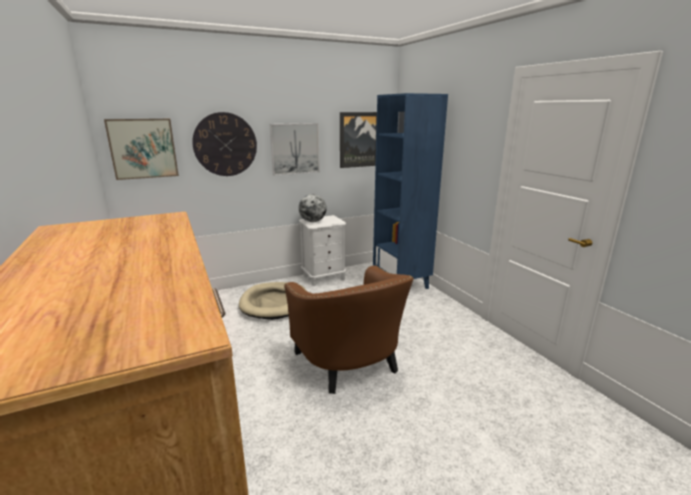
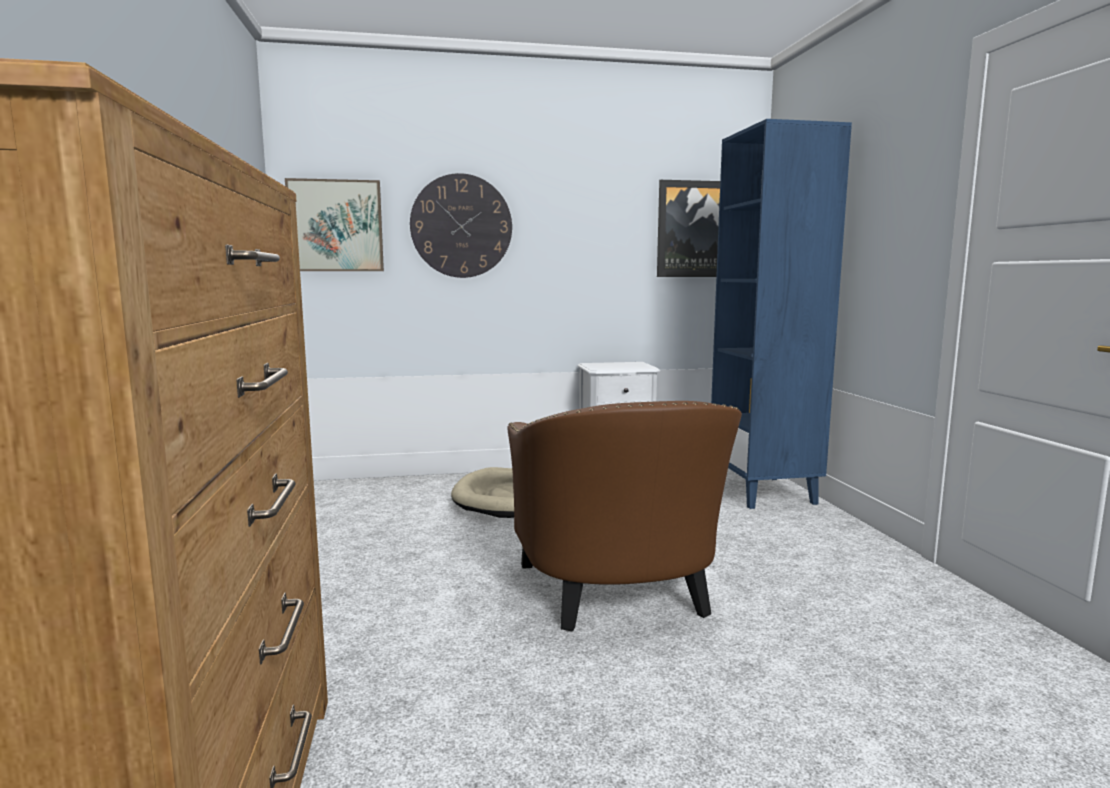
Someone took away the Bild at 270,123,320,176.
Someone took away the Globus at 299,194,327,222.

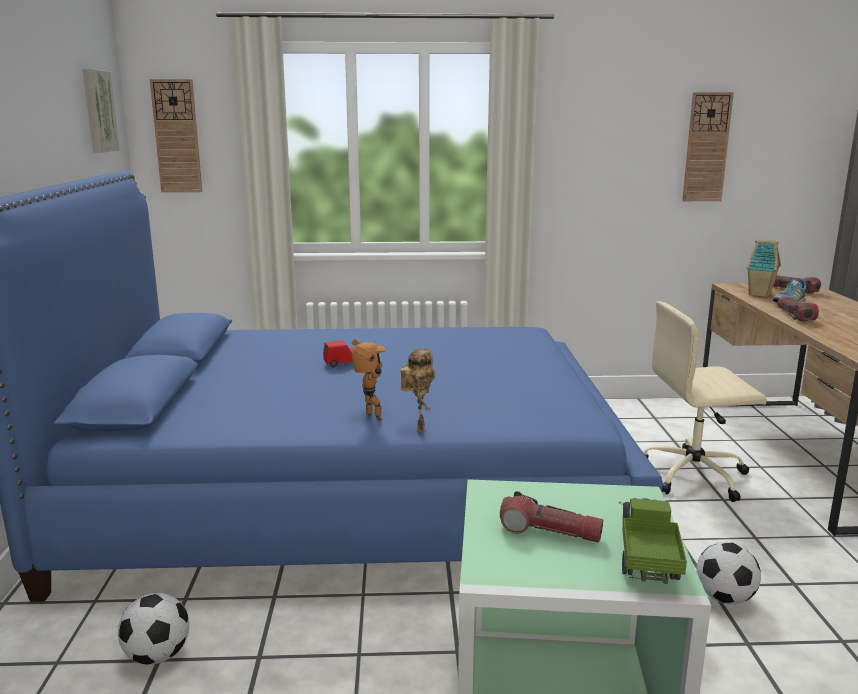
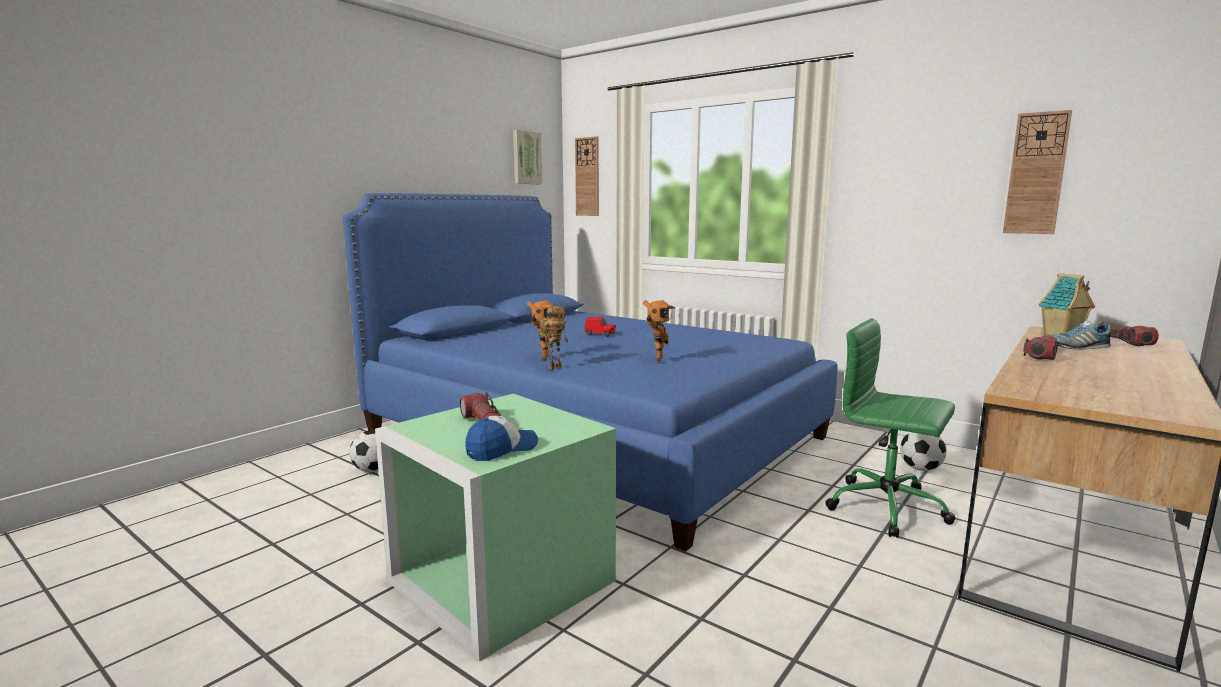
Someone repainted the Bürostuhl (beige) at 643,301,767,502, which became the Bürostuhl (grün) at 825,318,956,538.
Someone swapped the Spielzeuglaster at 619,498,687,584 for the Kappe at 465,416,538,461.
Someone carried the Fußball from 697,542,761,604 to 900,432,947,471.
Someone put down the Spielzeugroboter at 643,300,675,362.

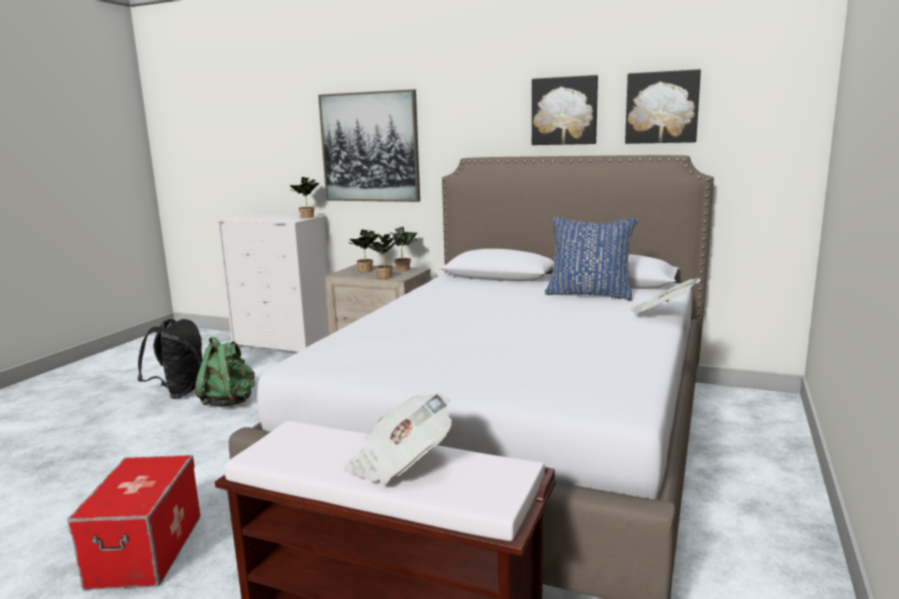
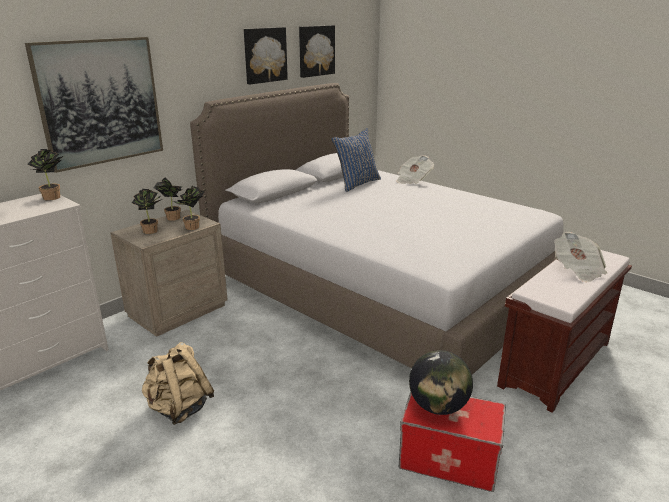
Someone took away the Rucksack (schwarz) at 138,319,206,399.
Someone repainted the Rucksack (grün) at 195,337,255,407, which became the Rucksack (beige) at 142,342,214,425.
Someone put down the Globus at 409,350,473,415.

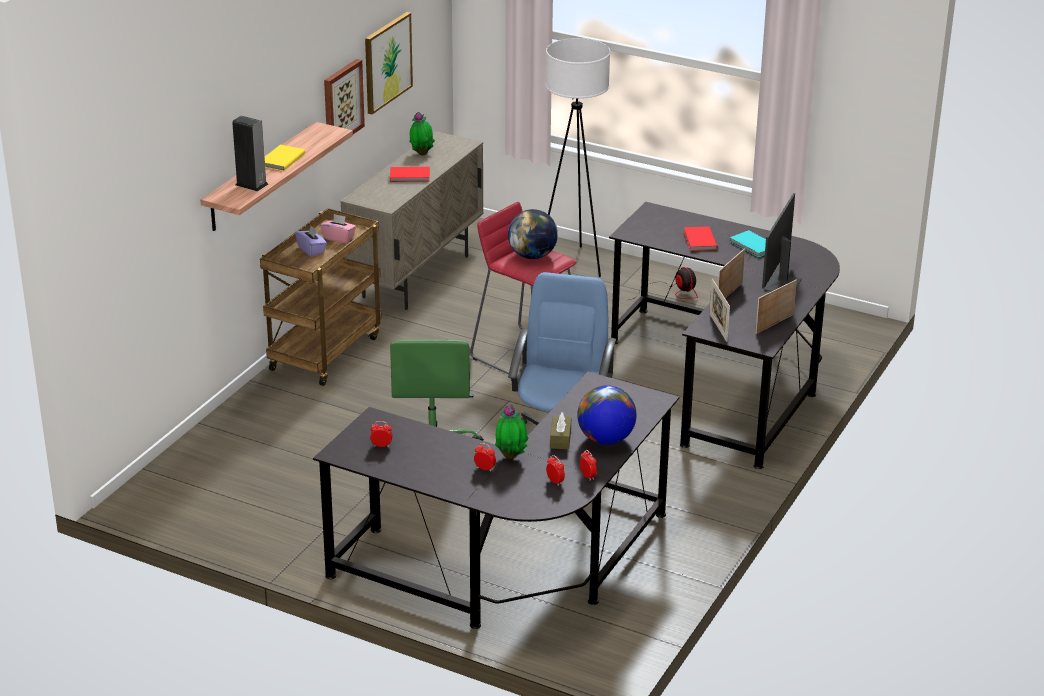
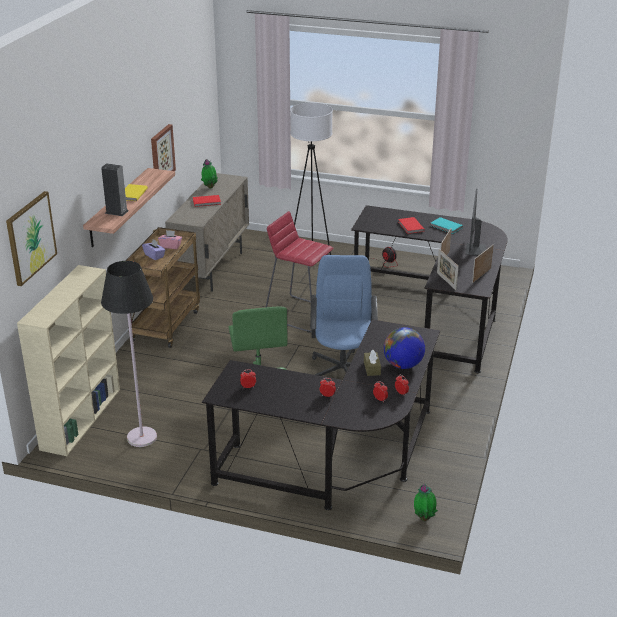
Someone carried the Bild from 365,12,413,114 to 6,191,57,286.
Someone took away the Globus at 508,209,558,259.
Someone carried the Topfpflanze from 495,405,529,459 to 414,484,438,521.
Someone put down the Stehlampe (schwarz) at 101,261,157,447.
Someone put down the Bücherregal (beige) at 17,265,120,456.

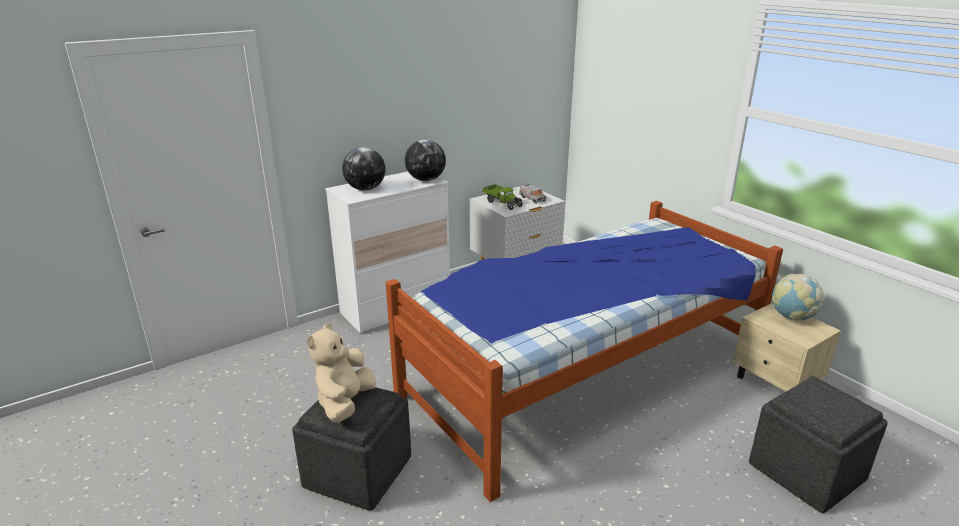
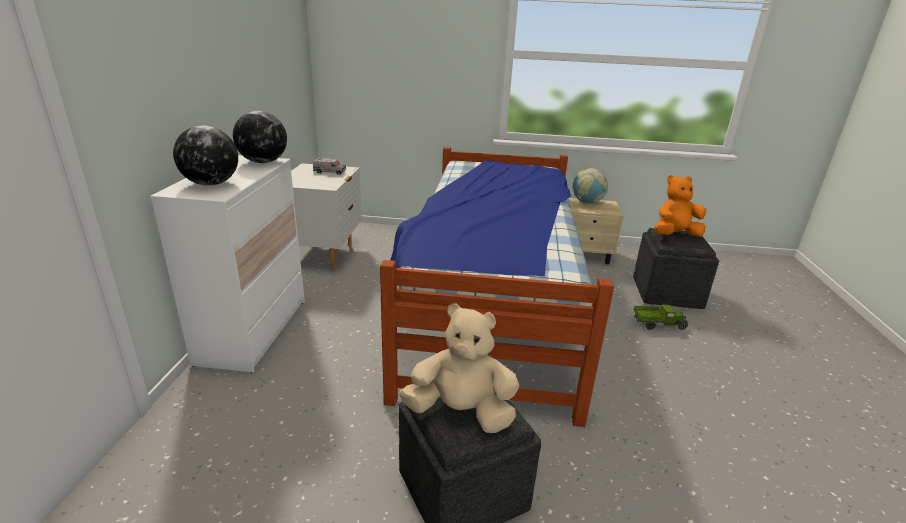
Someone carried the Spielzeuglaster from 483,184,523,210 to 634,304,689,330.
Someone rotated the Plüschtier (beige) at 307,323,376,422 by 135 degrees clockwise.
Someone put down the Plüschtier (orange) at 654,175,707,237.

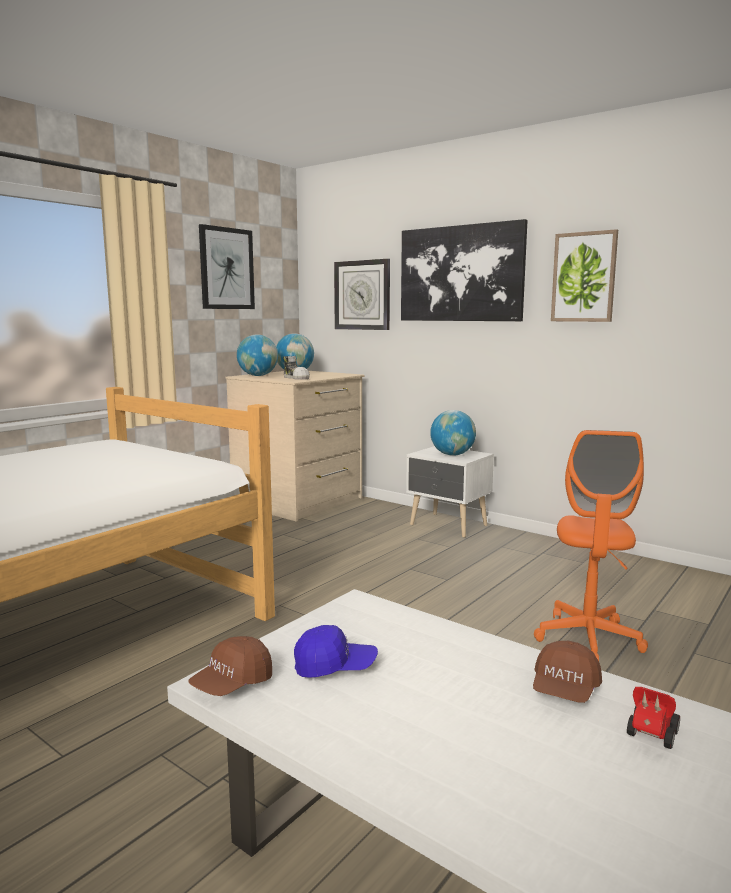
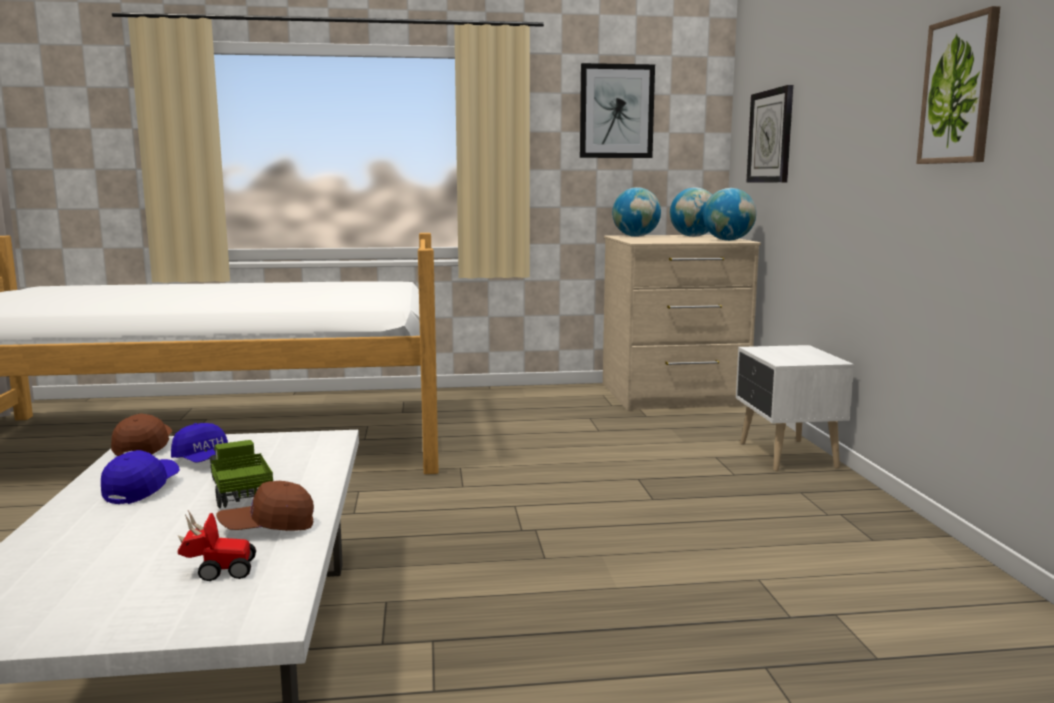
Someone took away the Bild at 401,219,528,321.
Someone took away the Schuh at 283,356,310,380.
Someone carried the Globus from 430,410,476,456 to 703,188,756,241.
Someone took away the Bürostuhl (orange) at 534,430,648,661.
Someone rotated the Kappe (braun) at 188,636,272,696 by 90 degrees clockwise.
Someone put down the Spielzeuglaster at 204,440,273,509.
Someone put down the Kappe (blau) at 101,450,180,504.

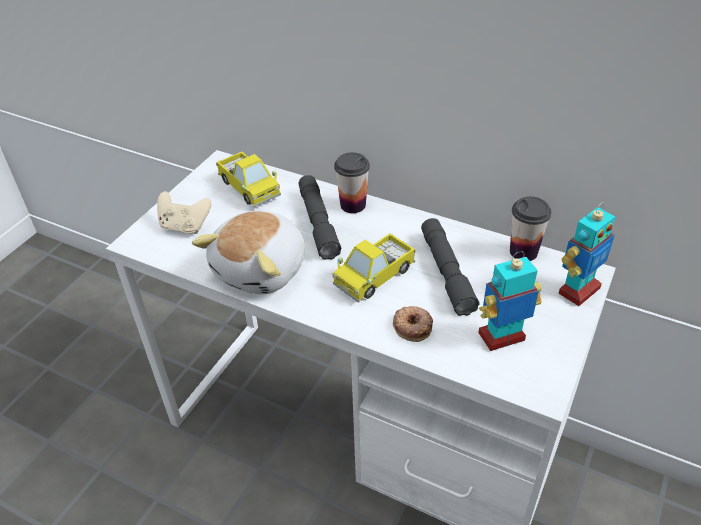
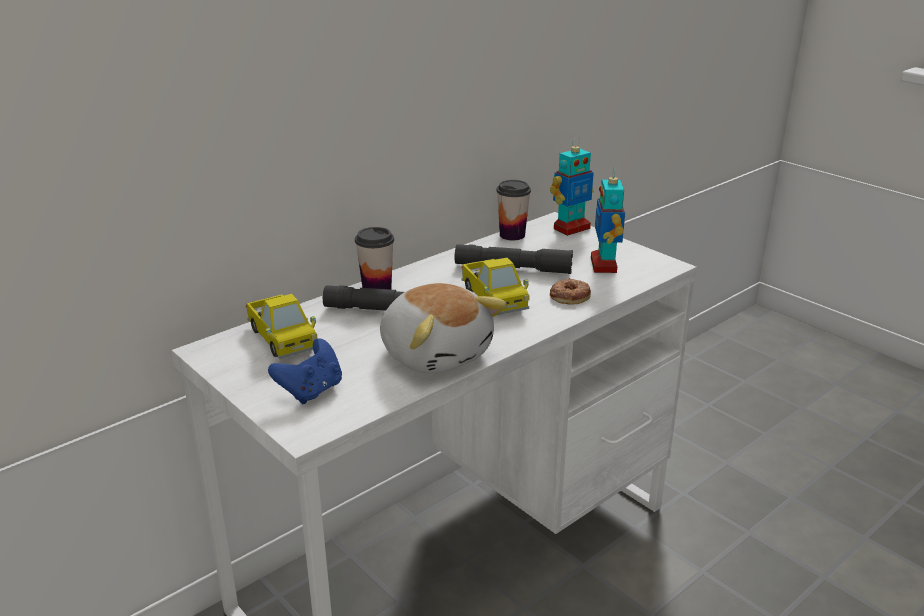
Someone rotated the Spielzeuglaster at 216,152,281,207 by 75 degrees clockwise.
Someone repainted the Gamepad (beige) at 157,191,211,234, which became the Gamepad (blau) at 268,338,342,404.
Someone rotated the Spielzeugroboter at 559,202,615,306 by 75 degrees clockwise.

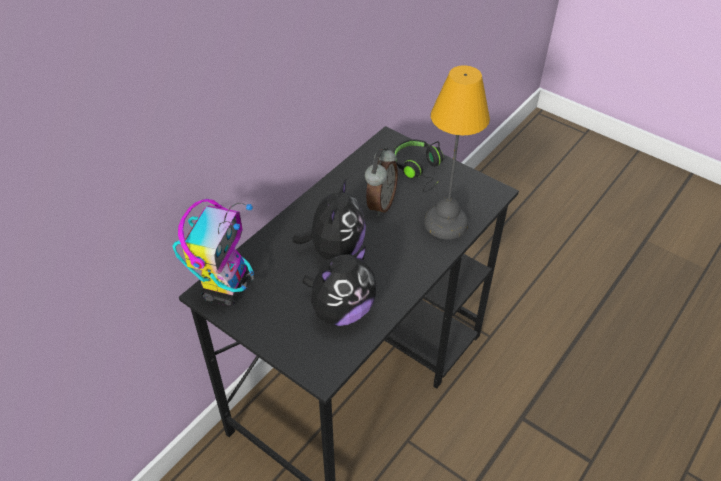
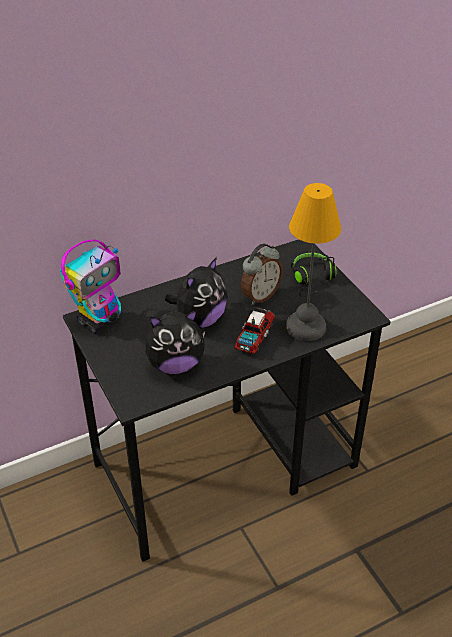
Someone put down the Spielzeuglaster at 235,307,275,354.

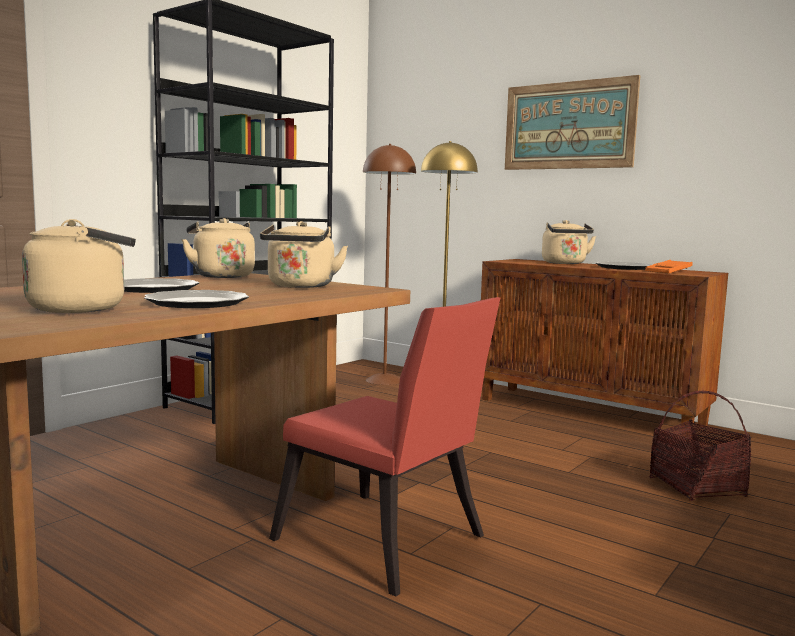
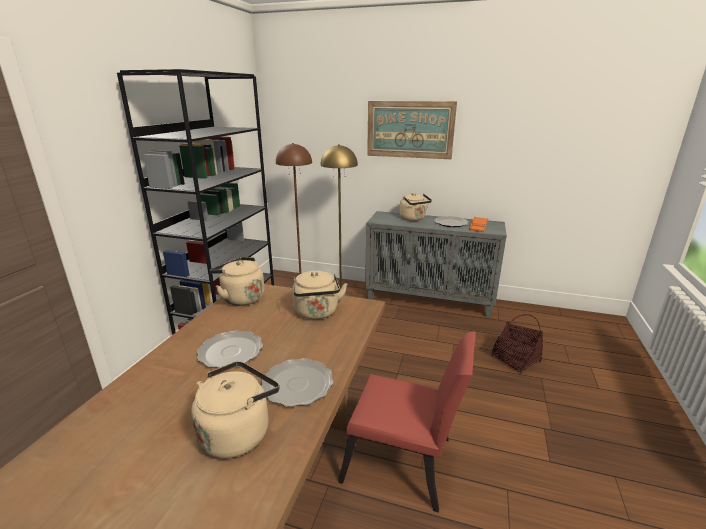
Someone repainted the Schrank (braun) at 481,259,728,440, which became the Schrank (grau) at 365,211,507,318.

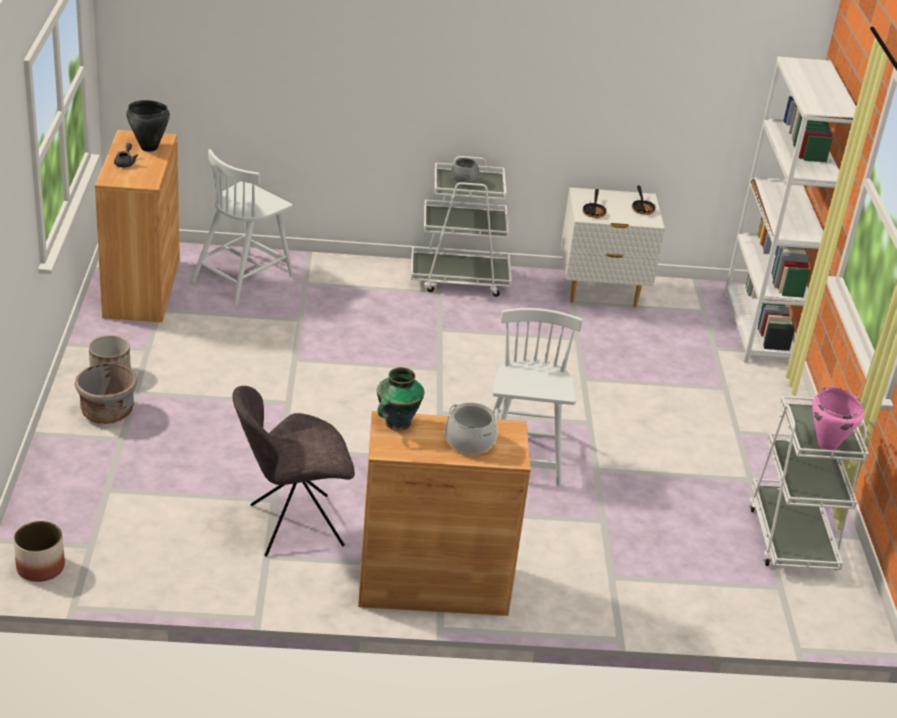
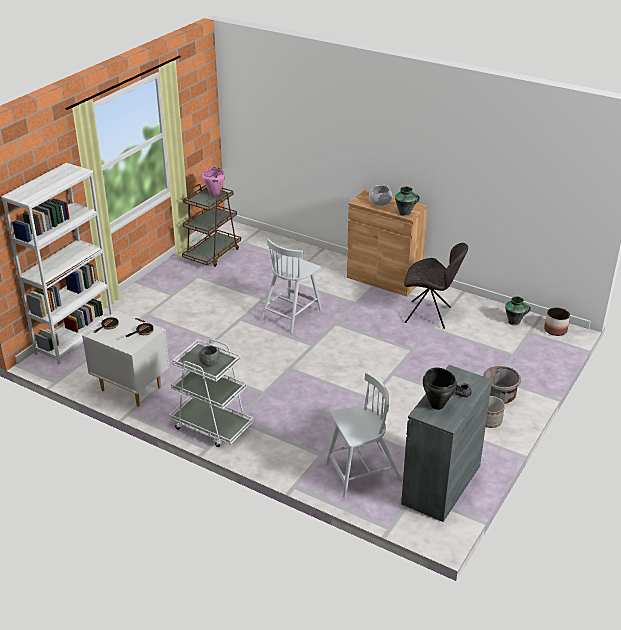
Someone repainted the Schrank (braun) at 95,130,180,322, which became the Schrank (grau) at 401,365,492,522.
Someone repainted the Rollwagen (weiß) at 749,396,869,570, which became the Rollwagen (braun) at 182,184,241,267.
Someone put down the Vase at 505,296,531,326.

